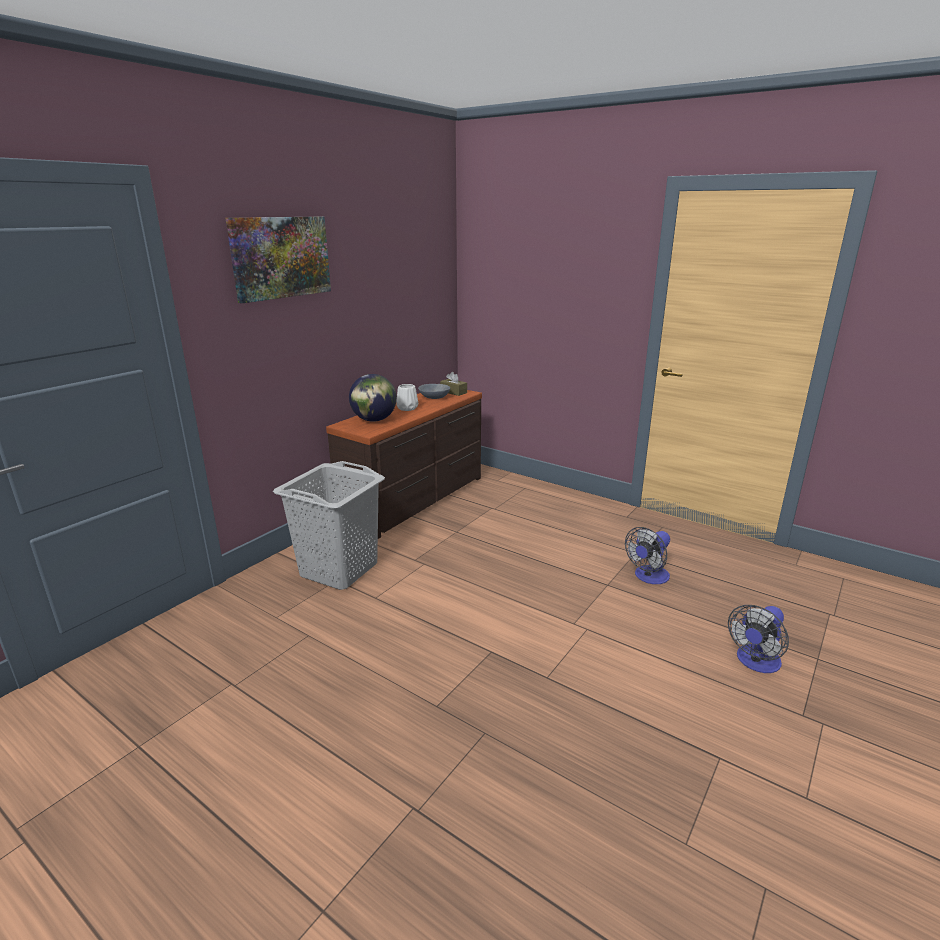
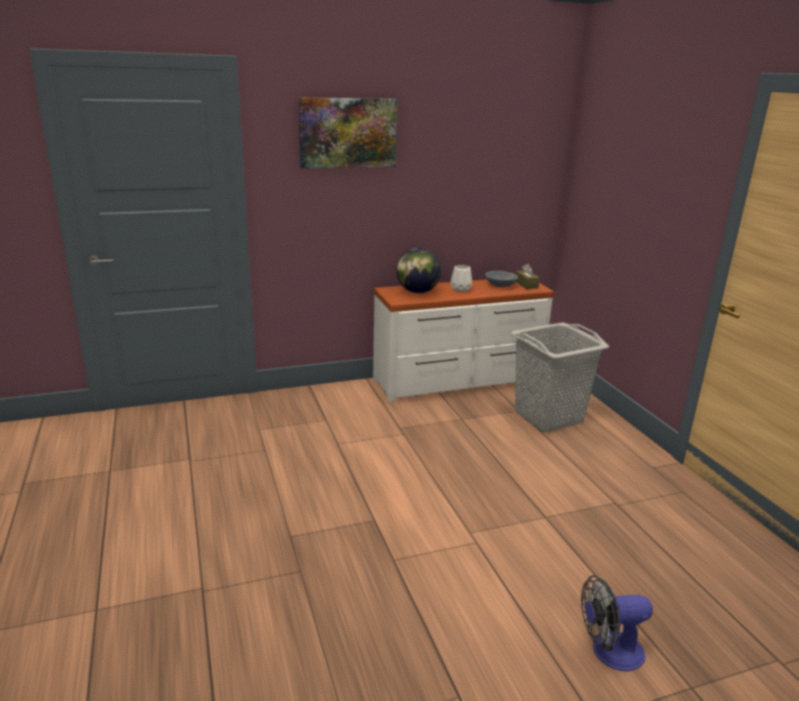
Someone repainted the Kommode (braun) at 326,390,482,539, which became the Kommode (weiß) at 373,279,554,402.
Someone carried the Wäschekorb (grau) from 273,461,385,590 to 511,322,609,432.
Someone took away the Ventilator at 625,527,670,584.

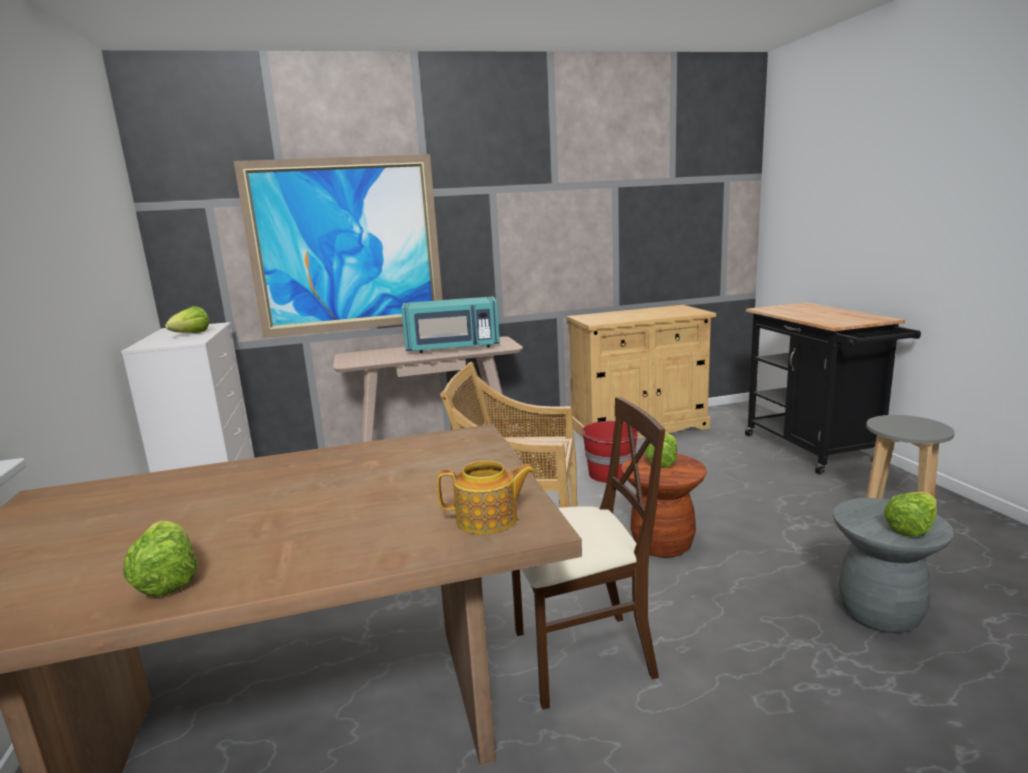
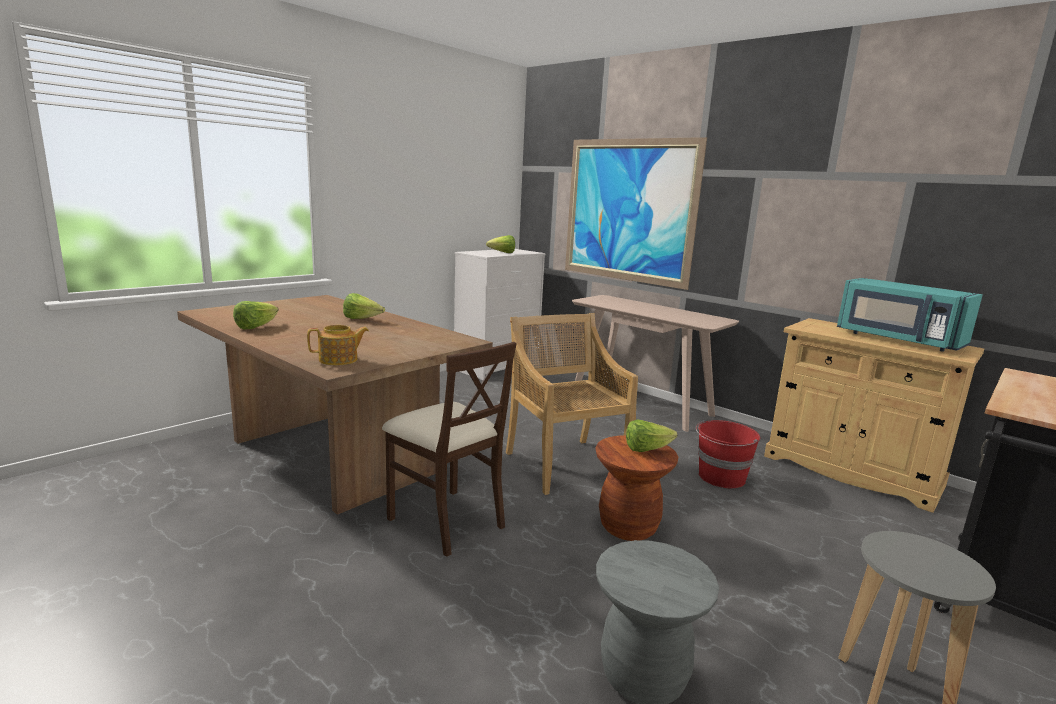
Someone carried the Mikrowelle (türkis) from 401,297,500,353 to 837,278,983,352.
Someone rotated the Teekanne at 437,460,535,535 by 75 degrees counterclockwise.
Someone carried the Salatkopf from 884,492,937,536 to 343,293,385,319.

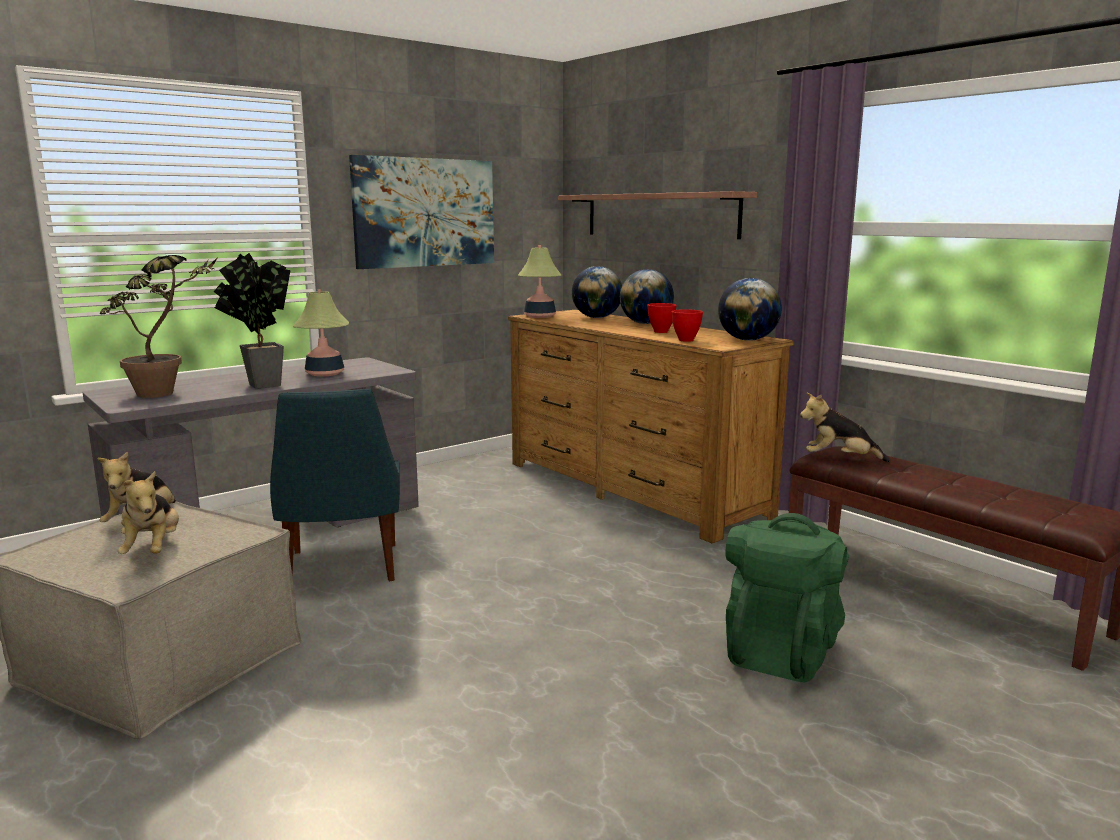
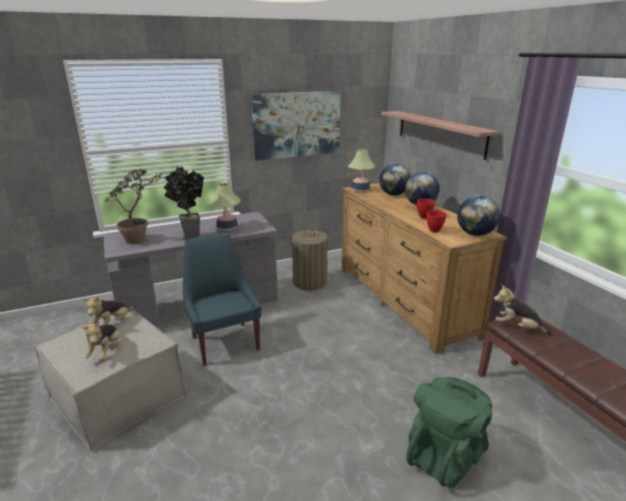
Someone rotated the Stuhl (blau) at 270,389,400,581 by 150 degrees clockwise.
Someone put down the Wäschekorb at 288,229,332,291.

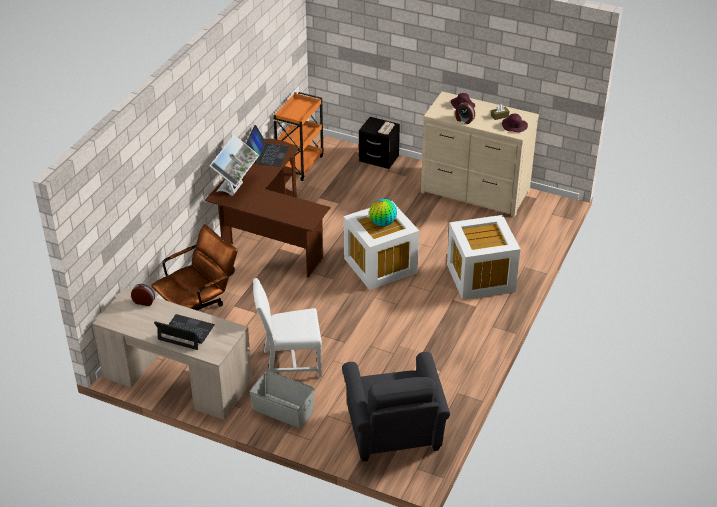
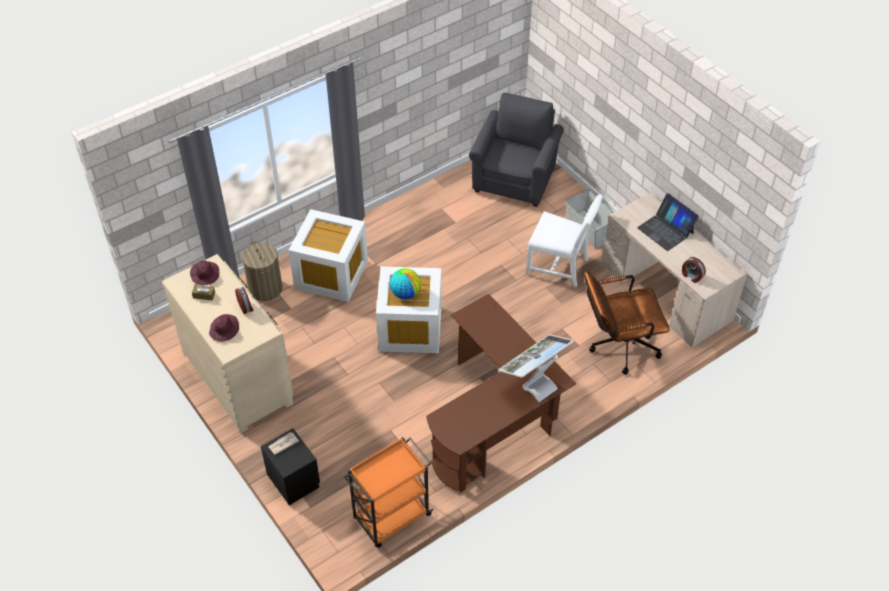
Someone took away the Laptop at 246,125,289,167.
Someone put down the Wäschekorb at 242,242,283,301.

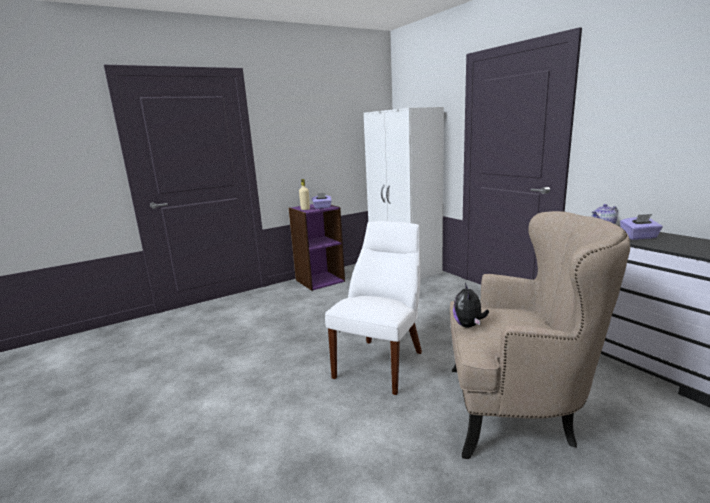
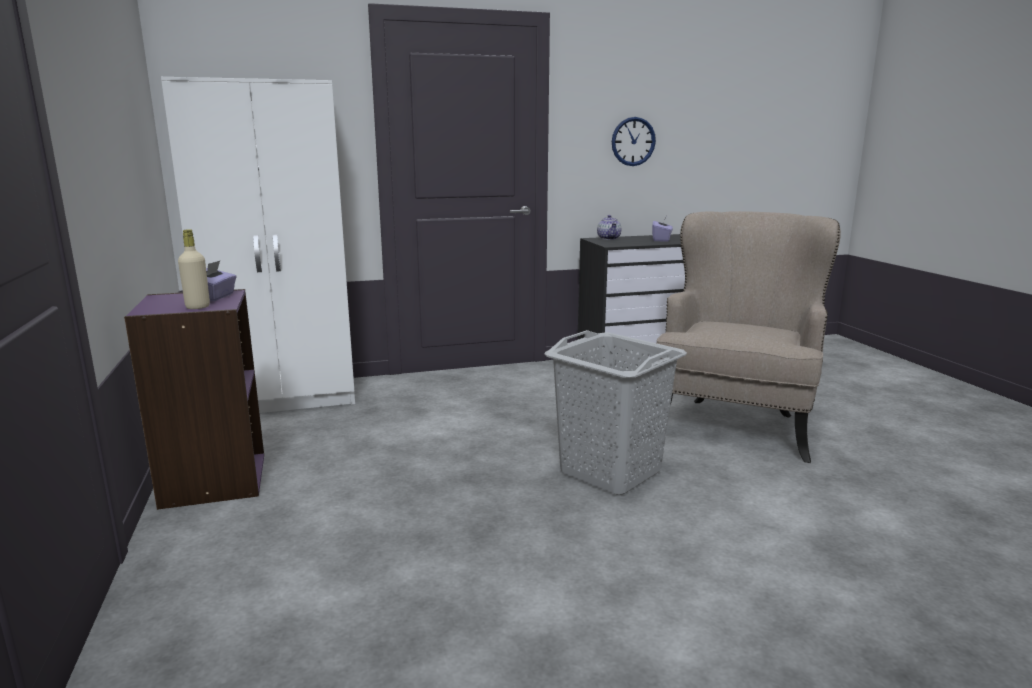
Someone swapped the Stuhl (weiß) at 325,221,422,395 for the Wäschekorb (grau) at 544,330,687,495.
Someone took away the Plüschtier at 453,283,489,328.
Someone put up the Wanduhr at 612,117,656,166.

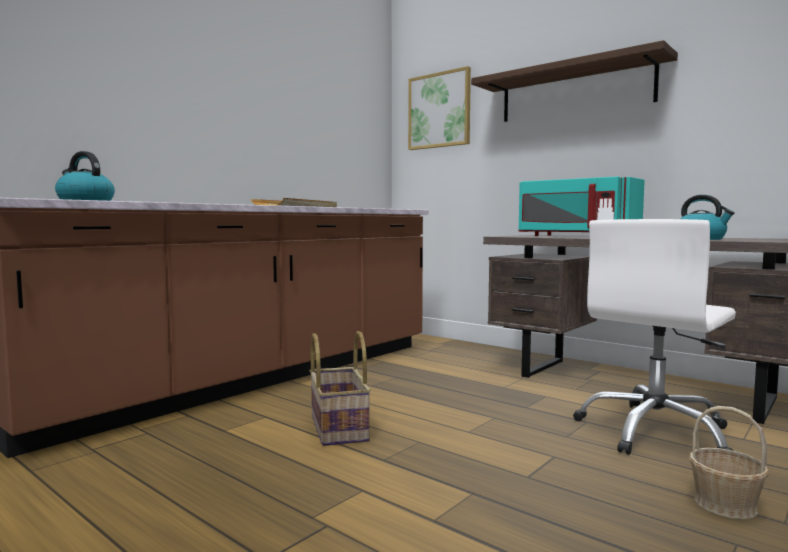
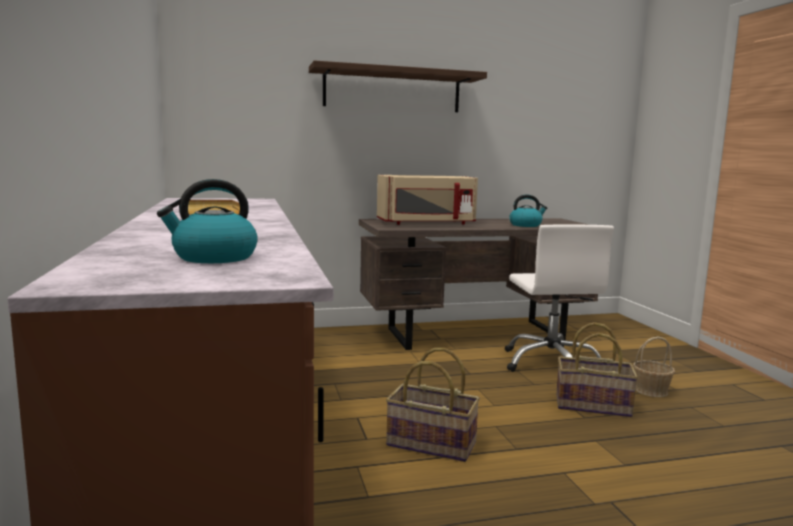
Someone took away the Bild at 408,66,471,150.
Someone repainted the Mikrowelle (türkis) at 519,177,645,236, which became the Mikrowelle (beige) at 377,175,478,225.
Someone put down the Korb at 556,322,638,417.

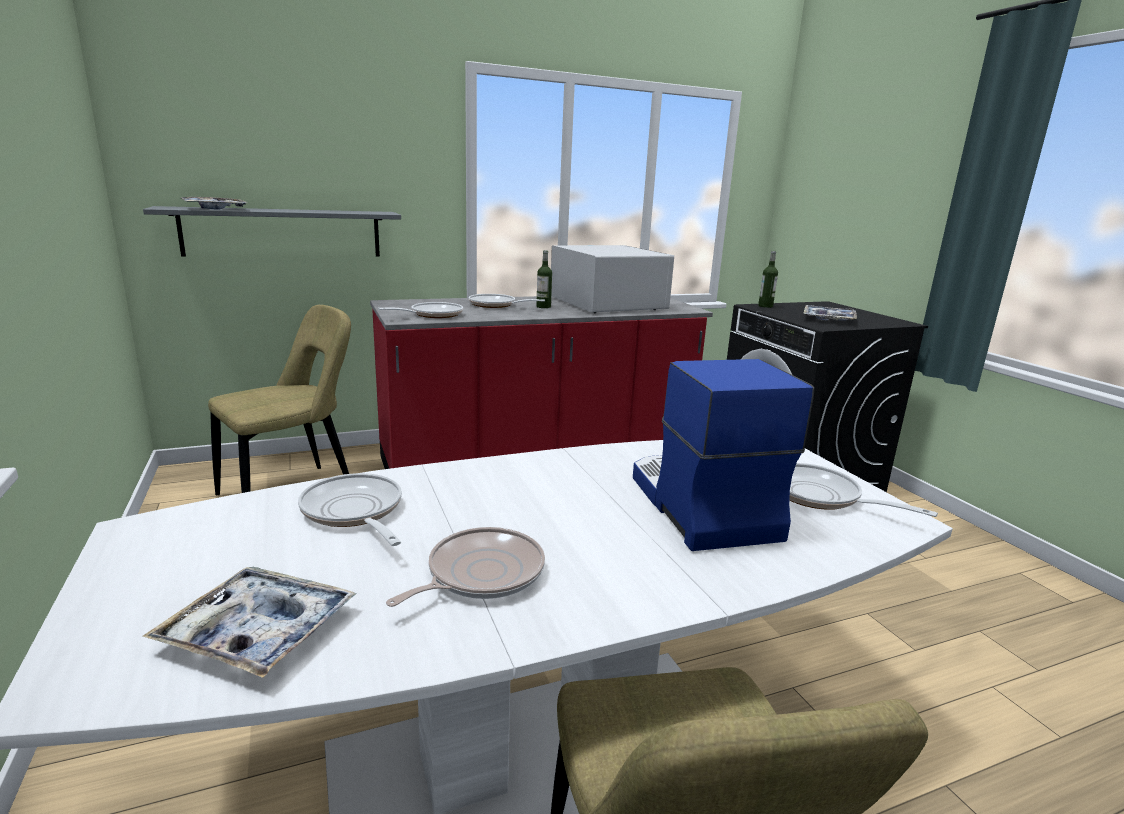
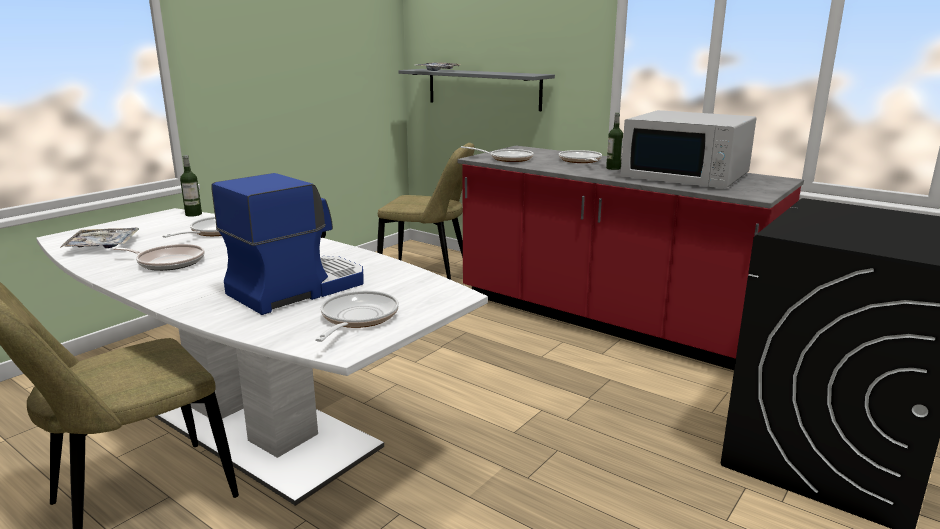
Someone rotated the Mikrowelle (weiß) at 551,245,674,313 by 90 degrees clockwise.
Someone carried the Flasche from 758,251,778,308 to 180,155,202,217.
Someone took away the Tablett at 804,305,857,321.

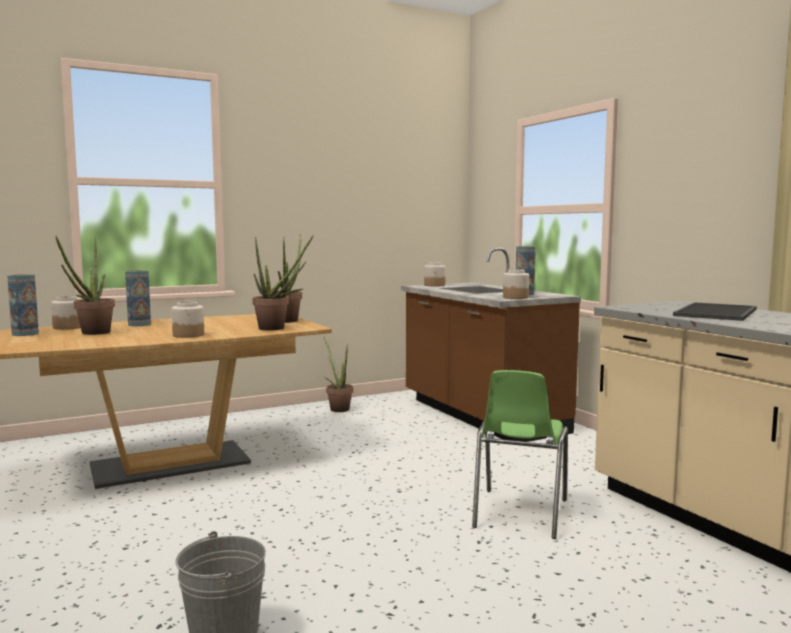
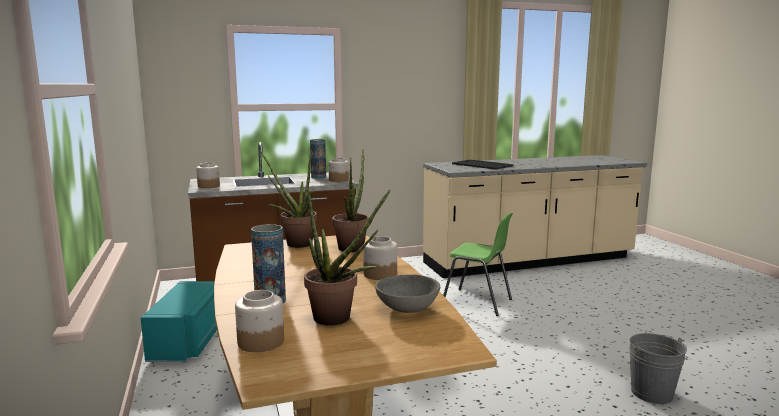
Someone took away the Vase at 7,274,39,336.
Someone swapped the Topfpflanze at 324,337,353,412 for the Mikrowelle (türkis) at 141,281,217,362.
Someone put down the Schüssel (grau) at 375,274,440,313.

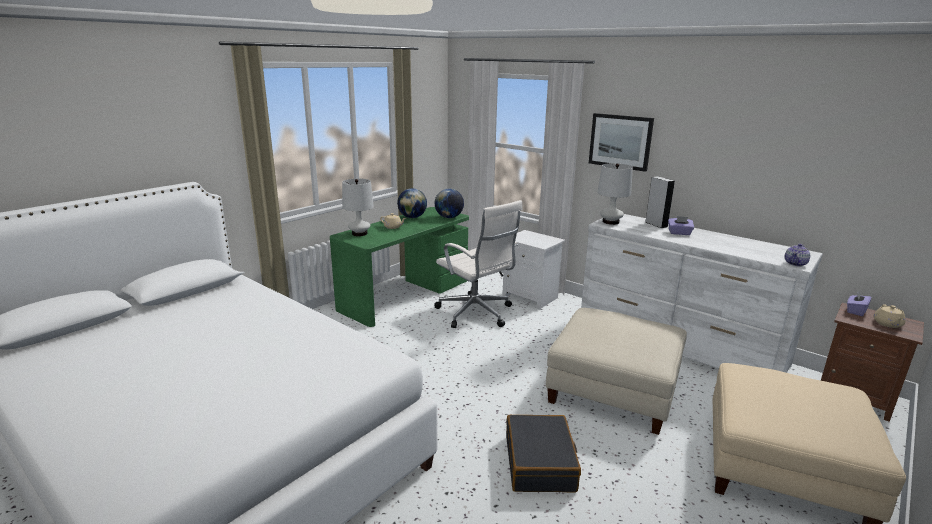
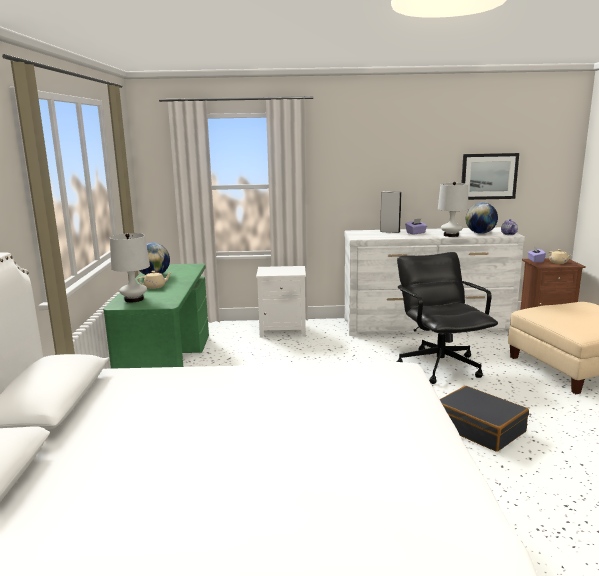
Someone carried the Bild from 589,113,654,172 to 461,153,519,200.
Someone carried the Tischlampe (weiß) from 597,163,633,225 to 438,182,468,237.
Someone carried the Globus from 435,189,464,218 to 466,203,498,234.
Someone took away the Bürostuhl (weiß) at 434,200,523,328.
Someone swapped the Polsterhocker (beige) at 546,308,687,435 for the Bürostuhl (schwarz) at 397,252,498,384.

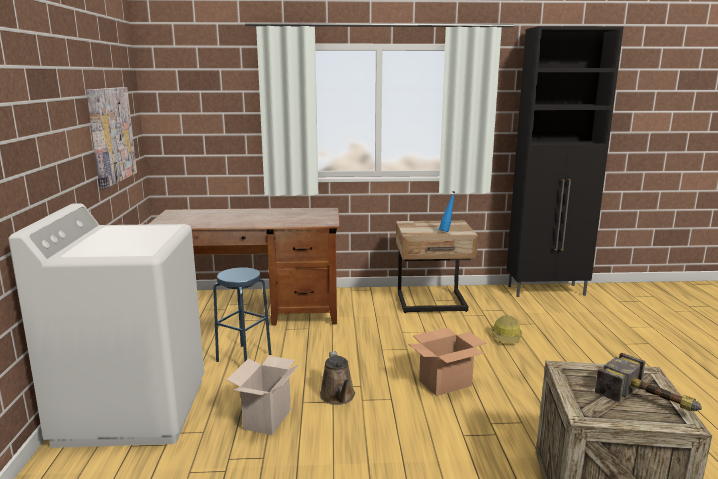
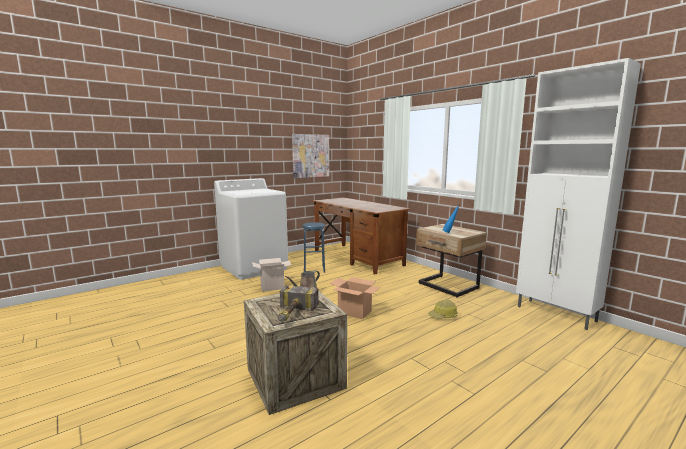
Someone repainted the Schrank (schwarz) at 507,26,624,297, which became the Schrank (weiß) at 516,58,641,330.

